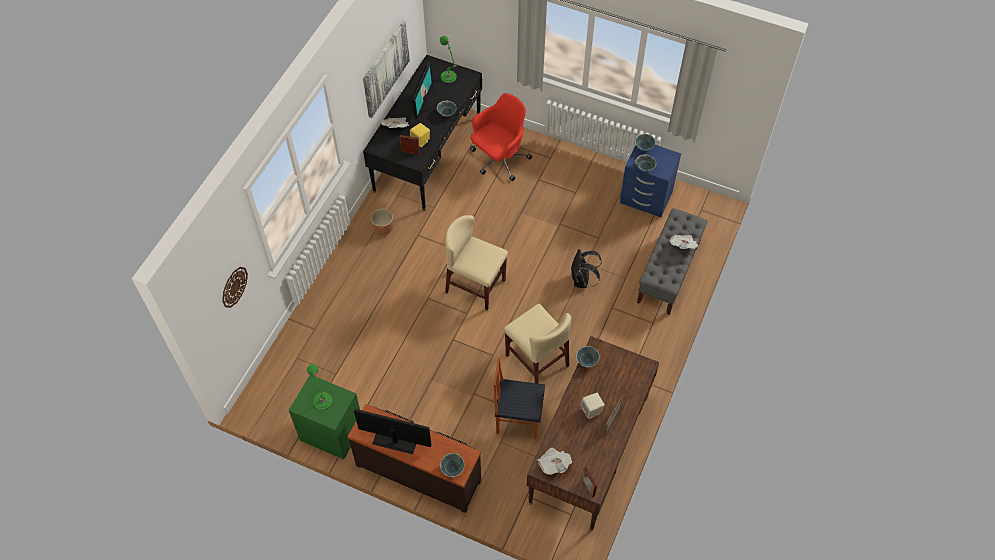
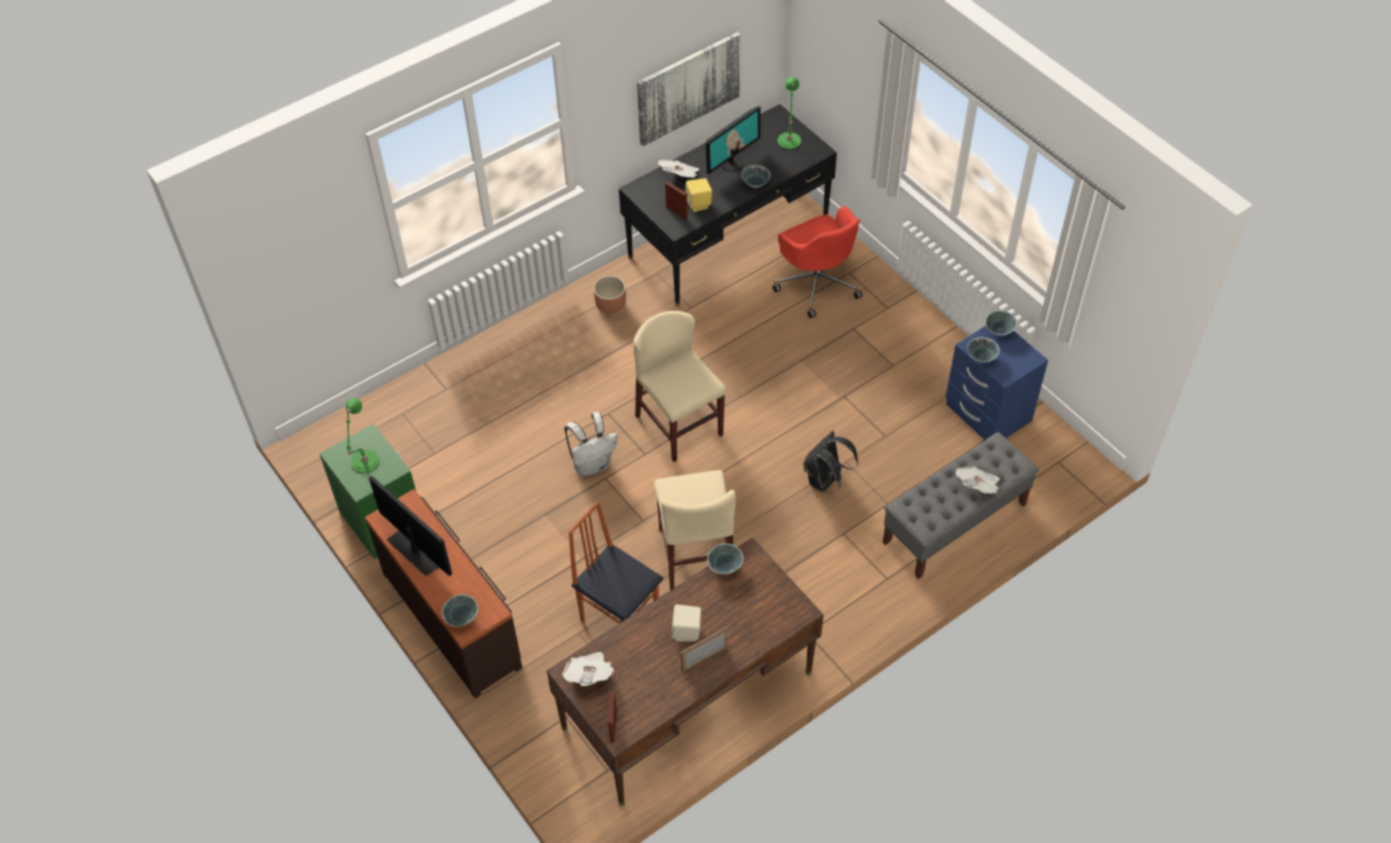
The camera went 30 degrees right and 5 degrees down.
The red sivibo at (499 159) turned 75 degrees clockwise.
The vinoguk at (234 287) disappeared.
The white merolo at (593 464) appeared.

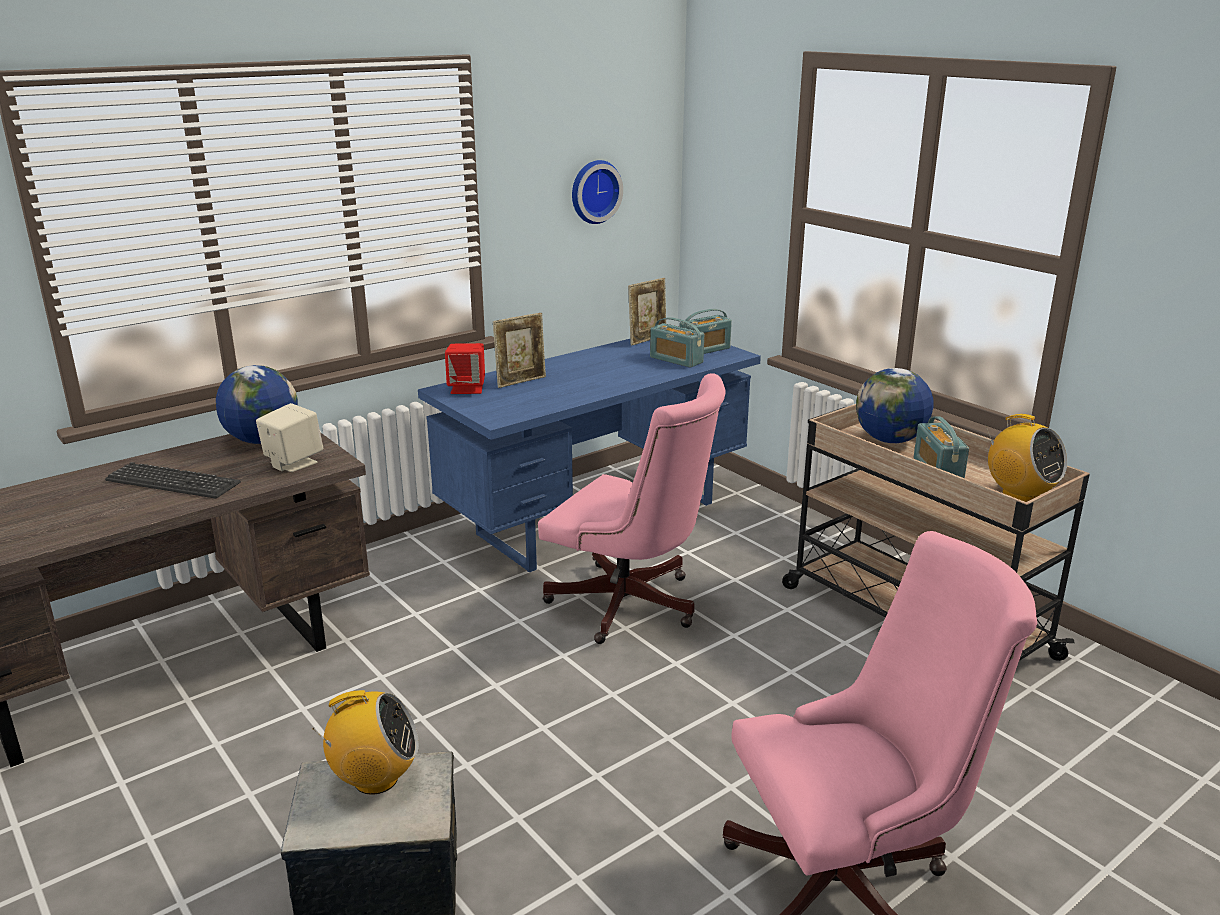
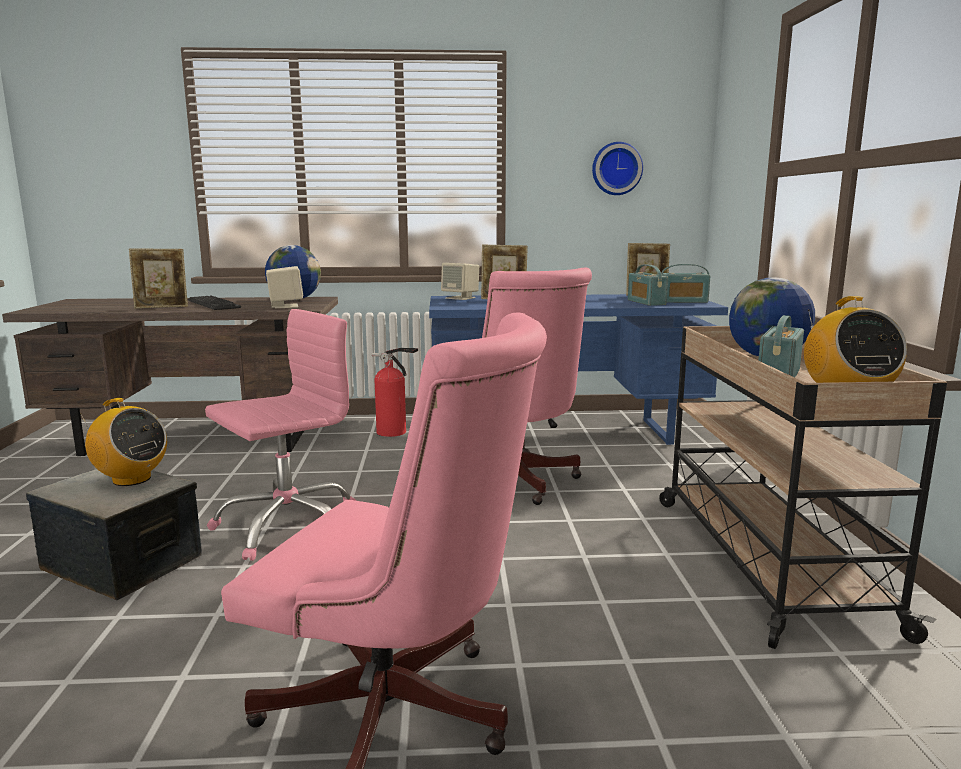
The camera went 35 degrees right and 10 degrees down.
The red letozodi at (467 389) became the beige letozodi at (461 298).
The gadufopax at (162 307) appeared.
The pink sivibo at (288 525) appeared.
The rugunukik at (394 432) appeared.

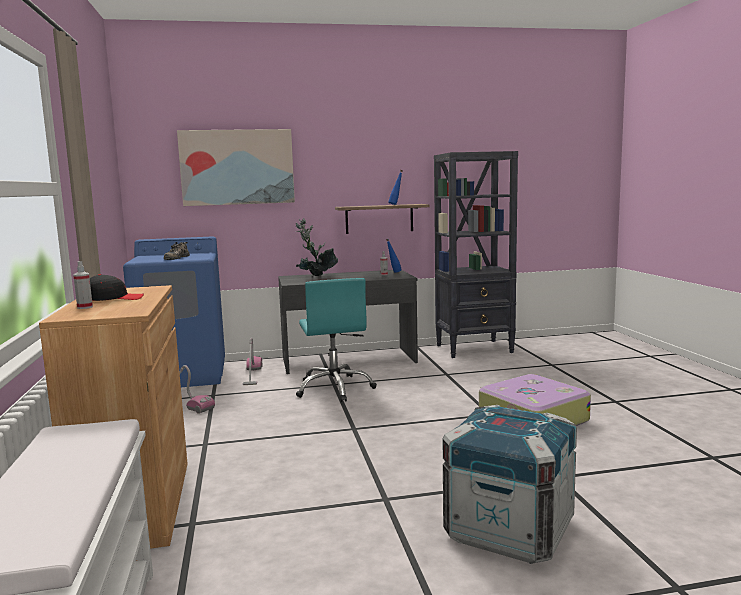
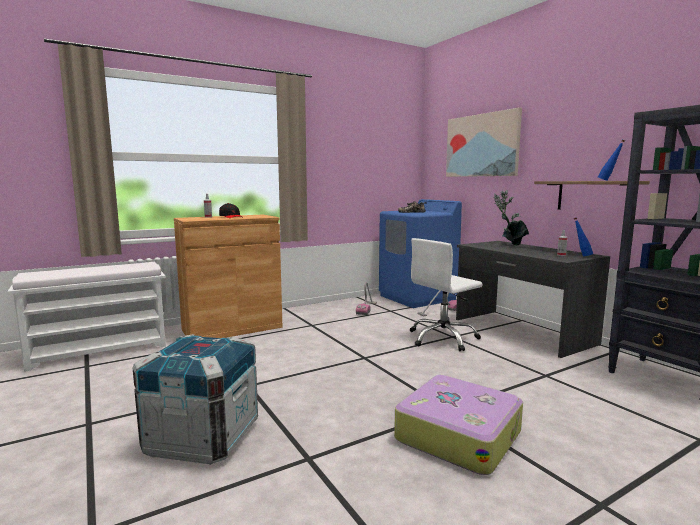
The camera went 70 degrees right and 0 degrees up.
The turquoise sivibo at (335 388) became the white sivibo at (443 338).

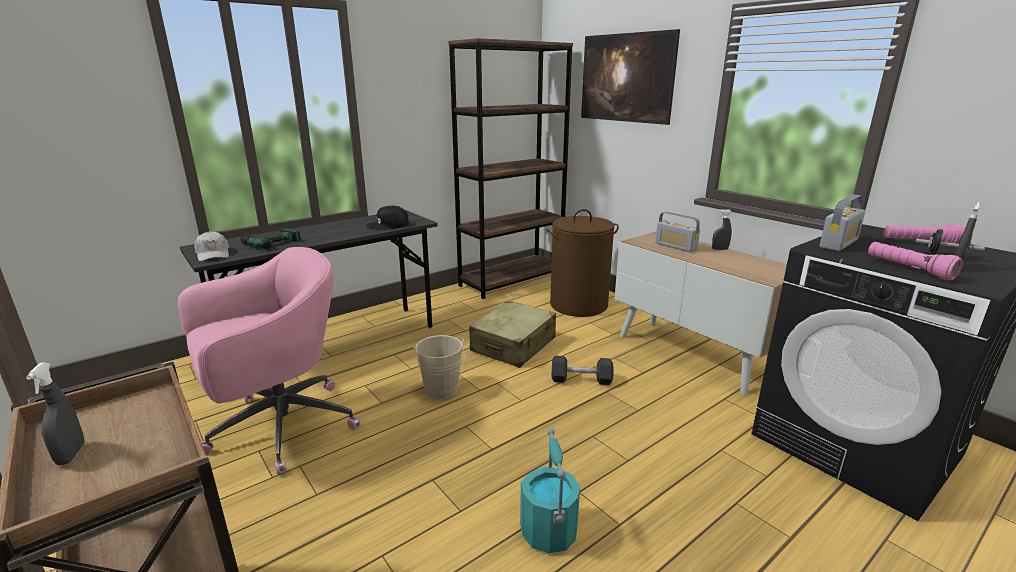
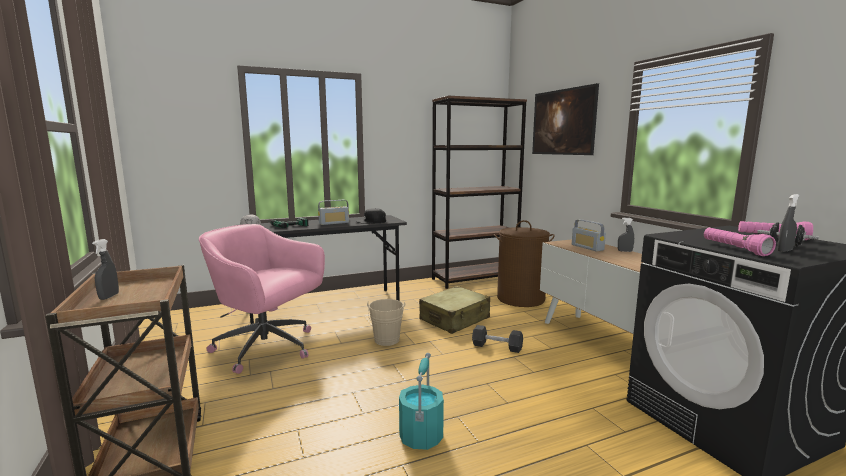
The camera went 15 degrees right and 10 degrees down.
The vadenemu moved from (838 243) to (334 223).
The pink sivibo at (279 428) turned 135 degrees counterclockwise.

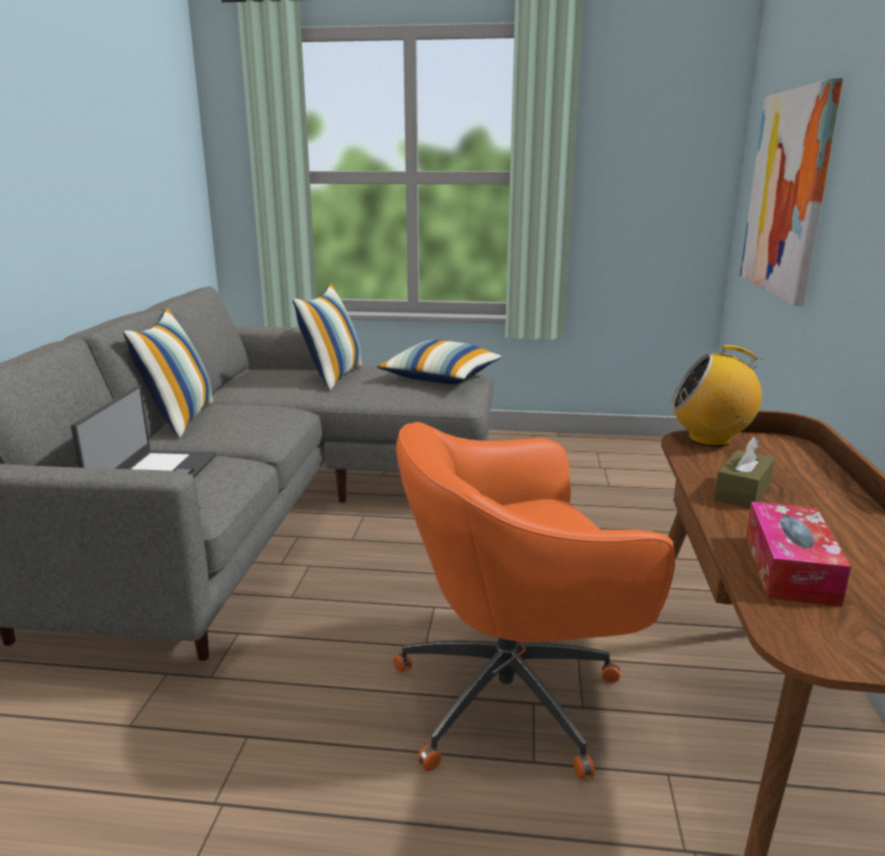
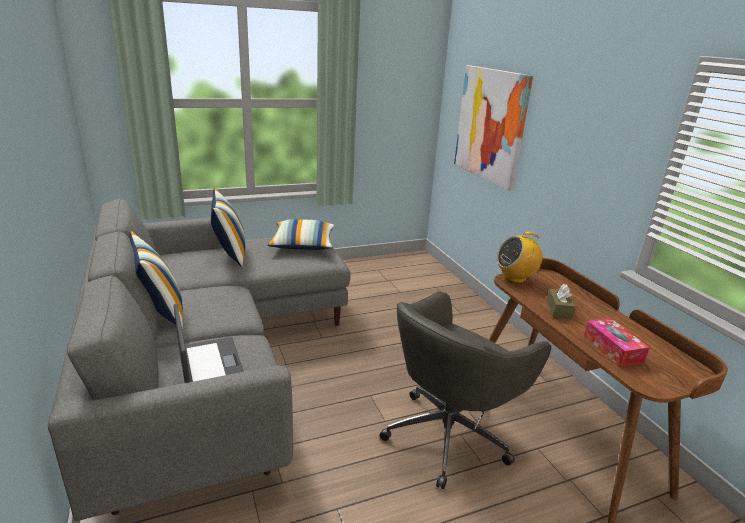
The camera went 30 degrees left and 5 degrees up.
The orange sivibo at (514 696) became the grey sivibo at (449 434).

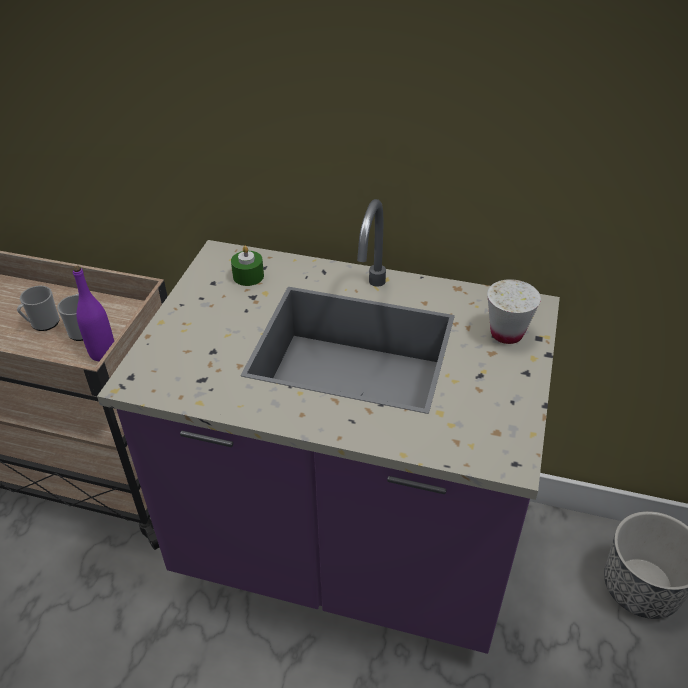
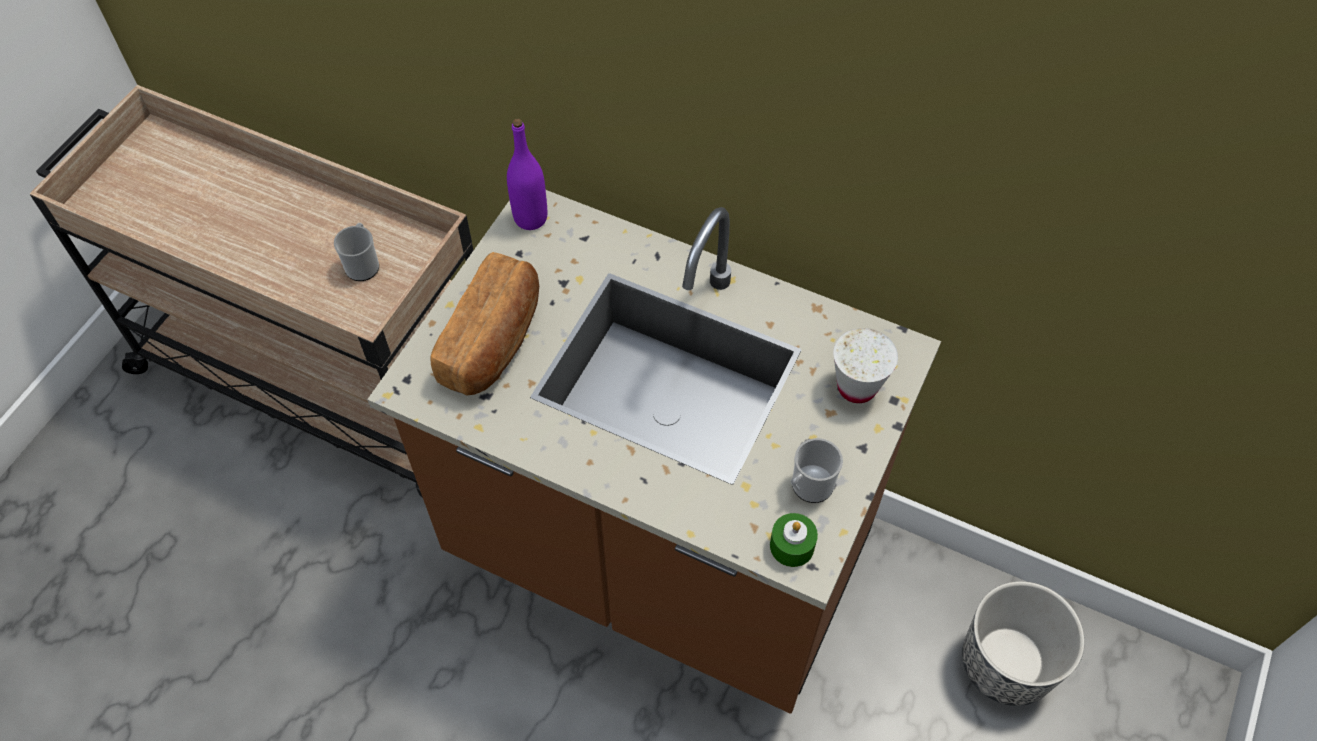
The camera went 10 degrees right and 15 degrees up.
The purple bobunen at (345 550) became the brown bobunen at (658 553).
The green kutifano moved from (248 276) to (792 546).
The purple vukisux moved from (103 353) to (530 218).
The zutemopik moved from (42 324) to (808 487).
The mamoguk at (494 341) appeared.

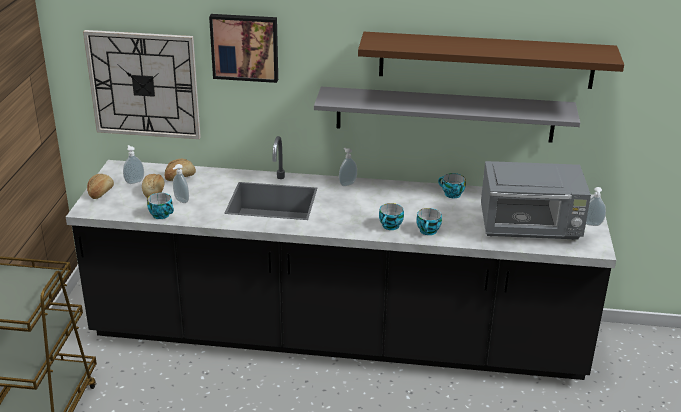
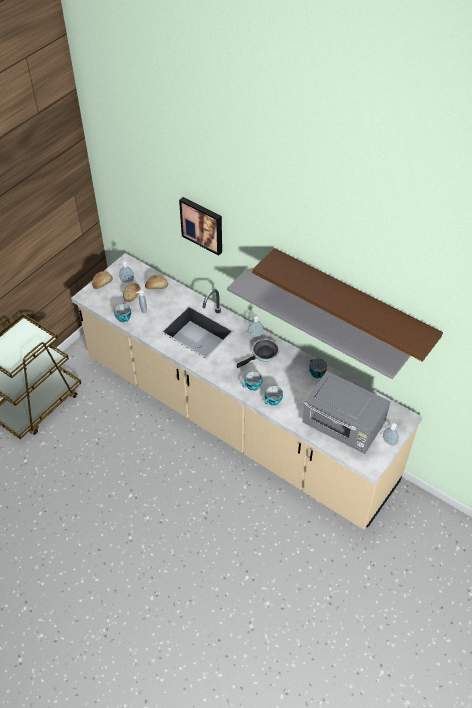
The camera went 30 degrees right and 20 degrees up.
The vinoguk at (144 84) disappeared.
The black bobunen at (338 335) became the beige bobunen at (236 420).
The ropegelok at (263 354) appeared.

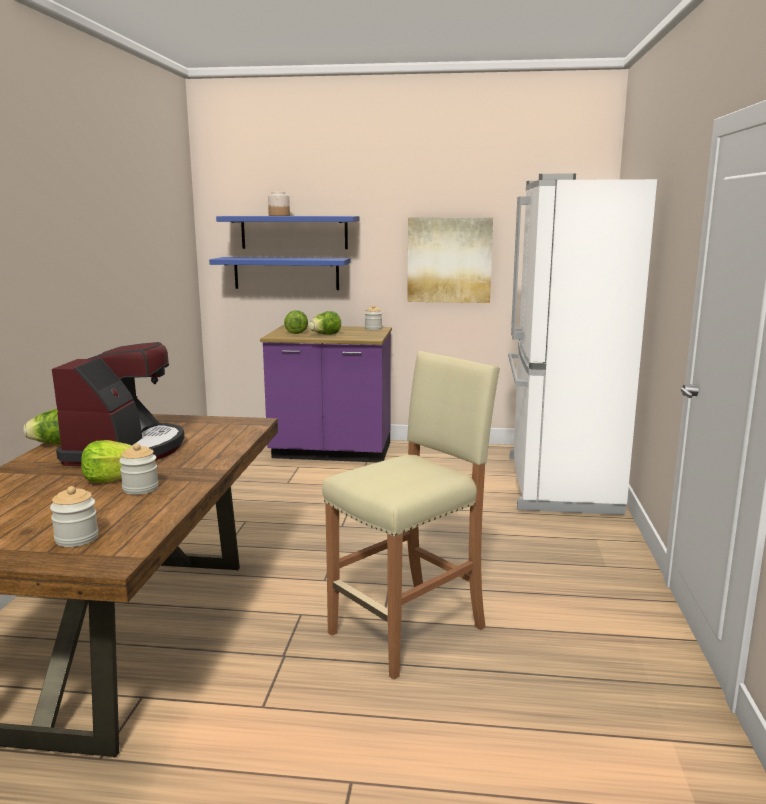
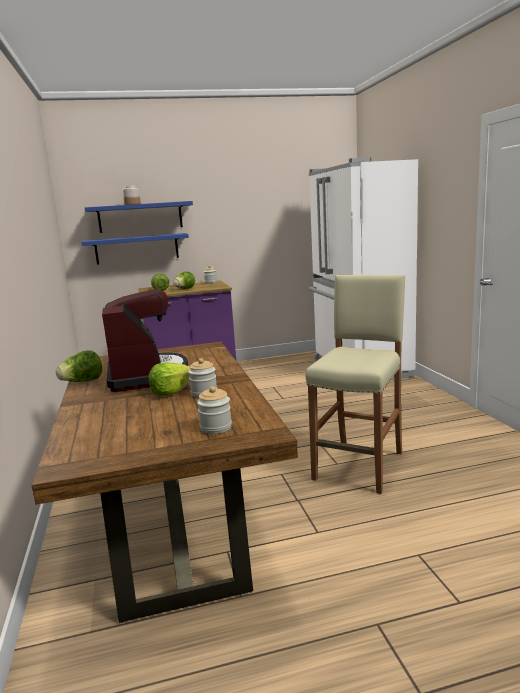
The camera went 20 degrees left and 0 degrees up.
The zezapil at (449 260) disappeared.

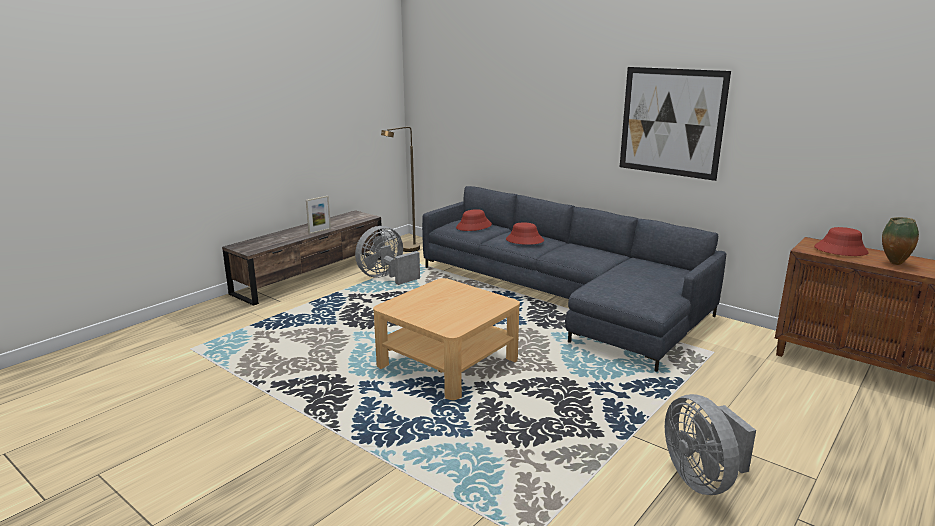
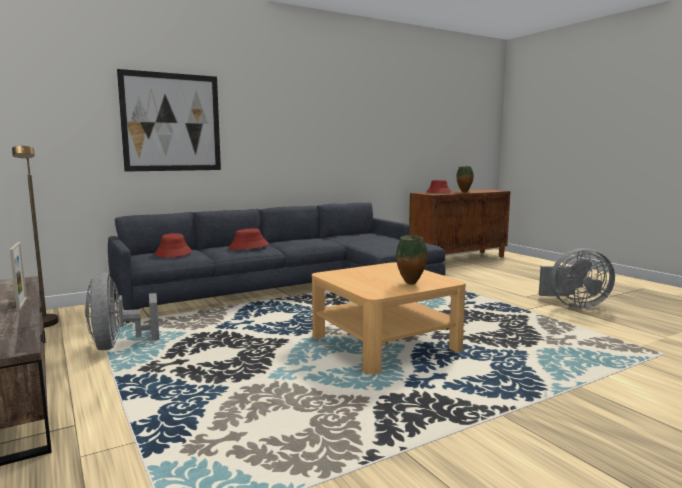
The camera went 70 degrees left and 10 degrees down.
The zezapil moved from (671 122) to (171 122).
The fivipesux at (411 284) appeared.

